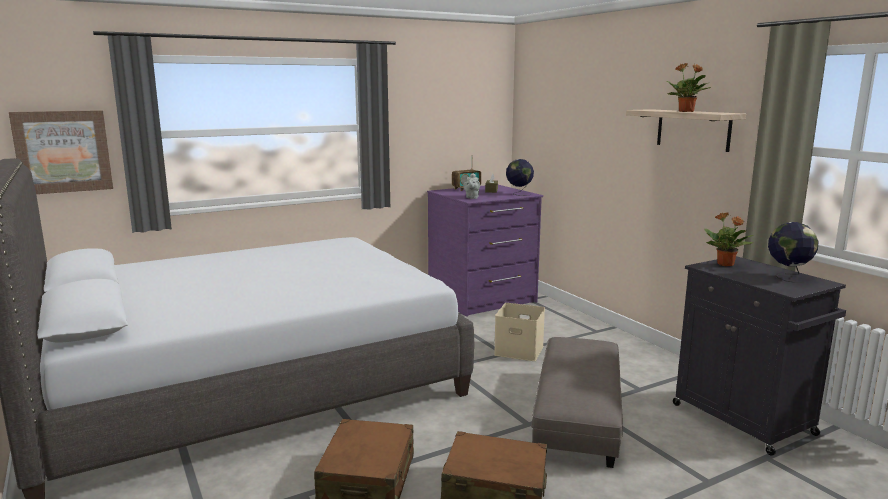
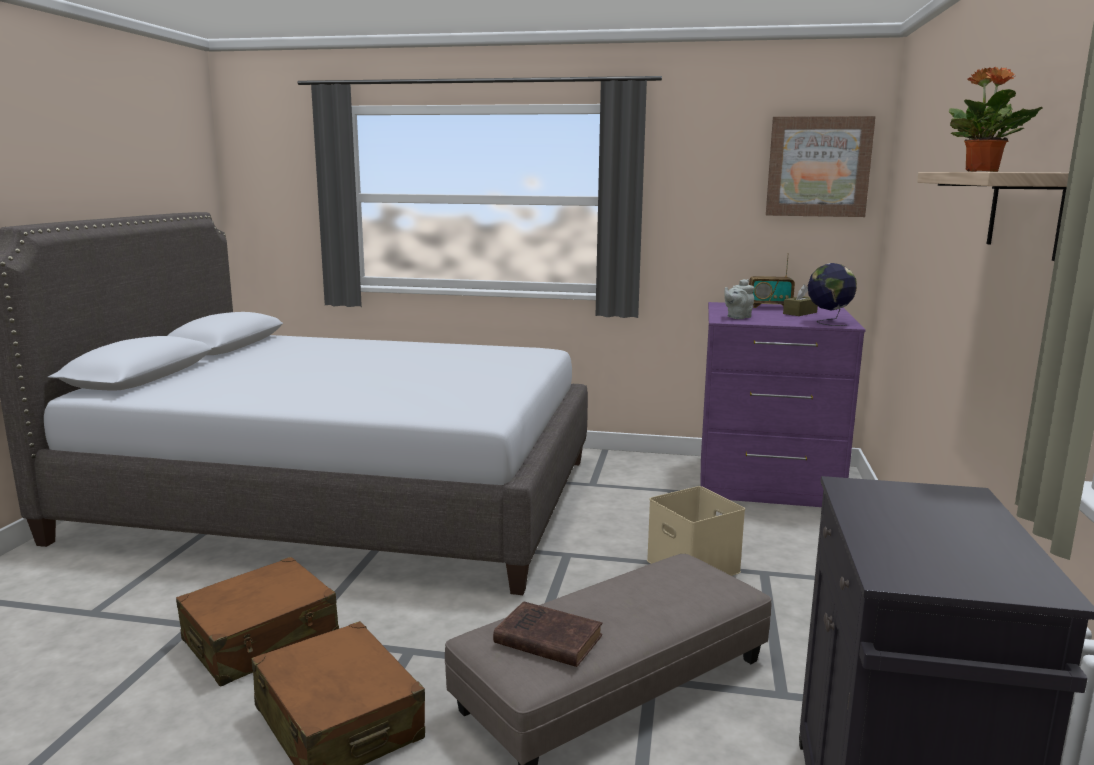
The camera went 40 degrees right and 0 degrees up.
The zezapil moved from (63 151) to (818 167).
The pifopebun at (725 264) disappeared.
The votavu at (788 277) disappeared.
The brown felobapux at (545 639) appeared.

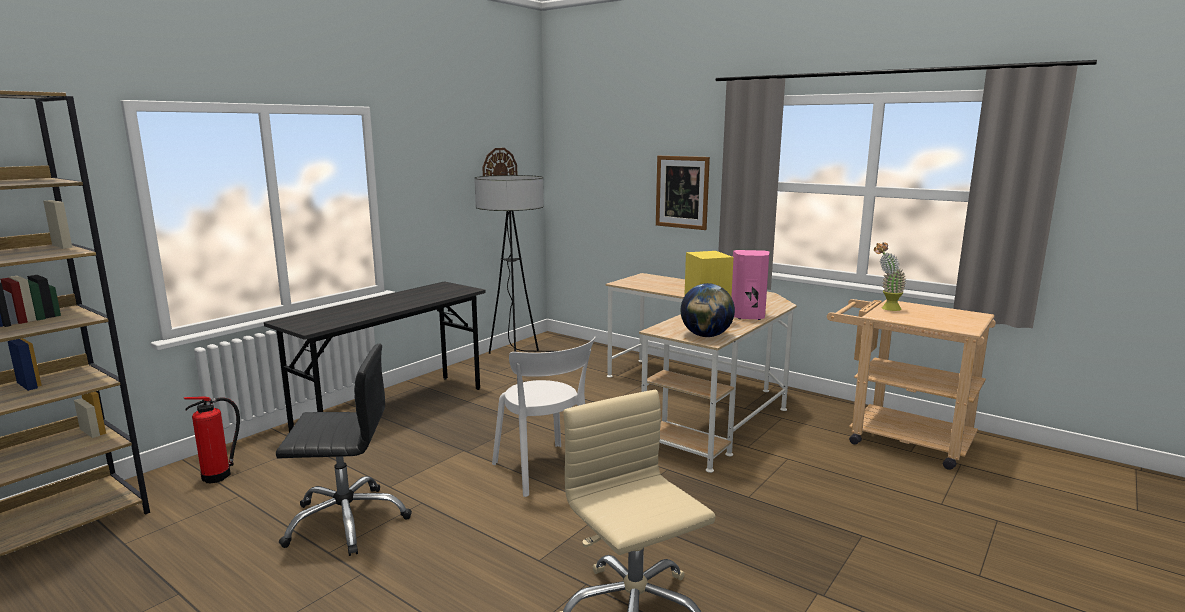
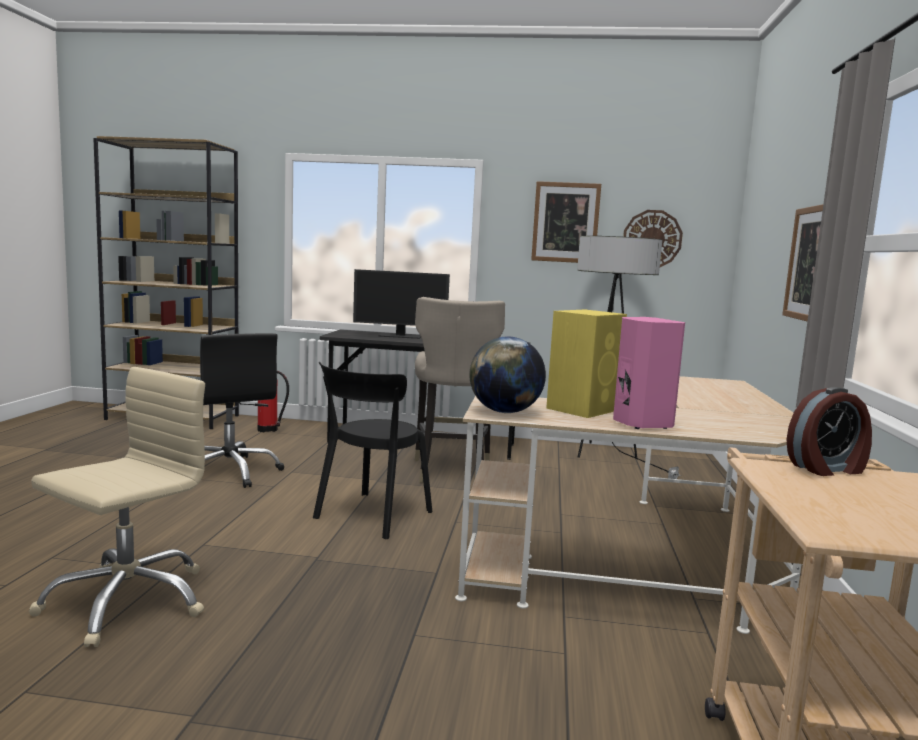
The camera went 60 degrees right and 5 degrees down.
The pifopebun at (885 308) was replaced by the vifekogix at (827 469).
The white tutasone at (546 471) became the black tutasone at (370 516).
The zezapil at (565 222) appeared.
The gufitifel at (401 336) appeared.
The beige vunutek at (451 471) appeared.

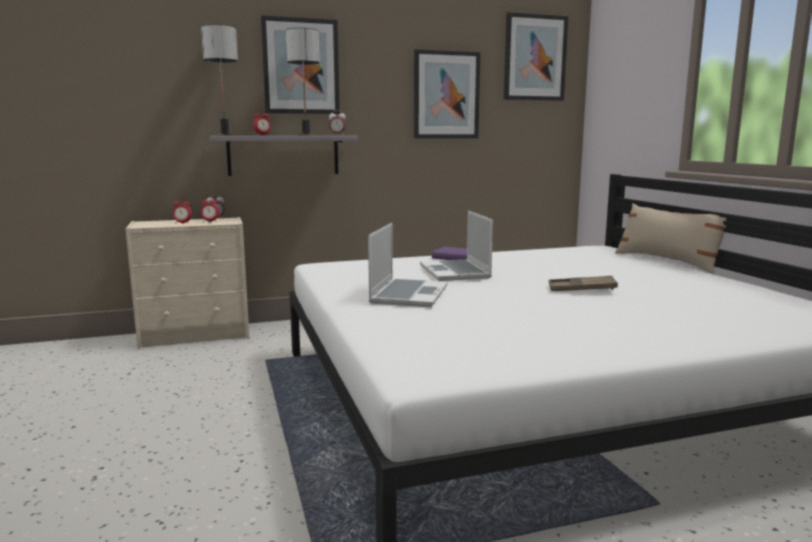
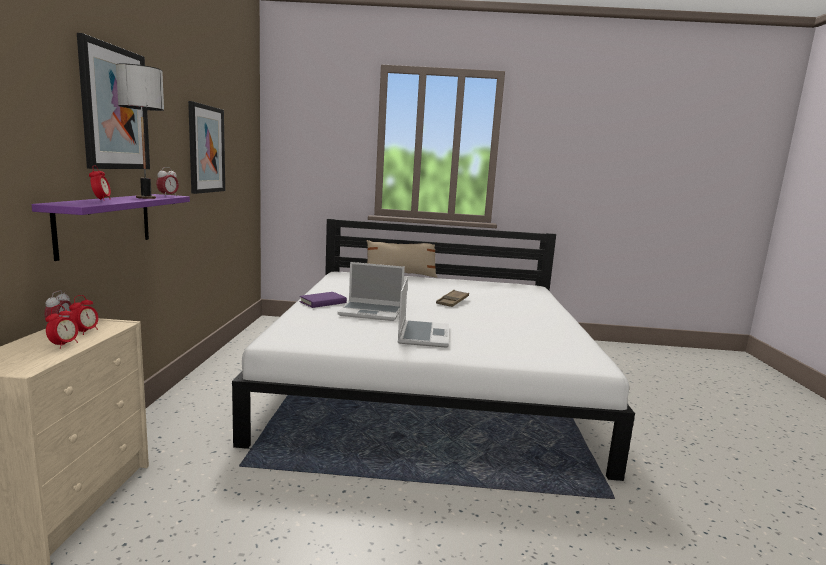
The camera went 70 degrees left and 0 degrees up.
The zezapil at (534 58) disappeared.
The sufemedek at (225 135) disappeared.
The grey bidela at (283 155) became the purple bidela at (105 223).
The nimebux at (408 295) turned 60 degrees clockwise.

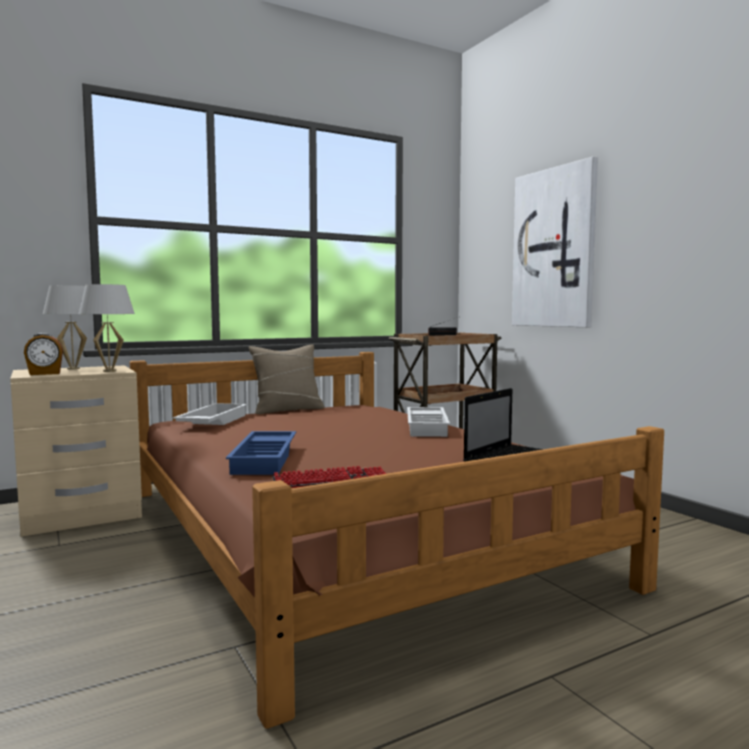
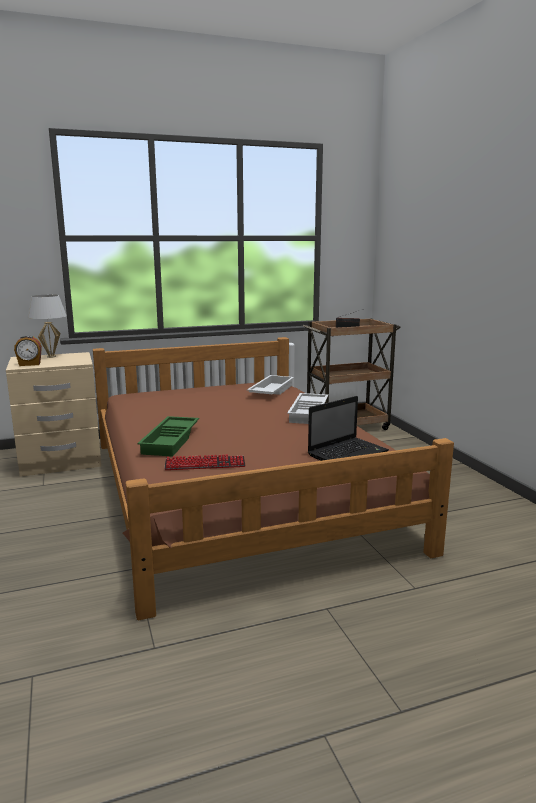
The camera went 10 degrees right and 10 degrees up.
The zezapil at (554 248) disappeared.
The white sufemedek at (110 371) disappeared.
The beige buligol at (287 410) disappeared.
The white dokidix moved from (212 422) to (270 391).
The blue dokidix at (266 459) became the green dokidix at (171 441).

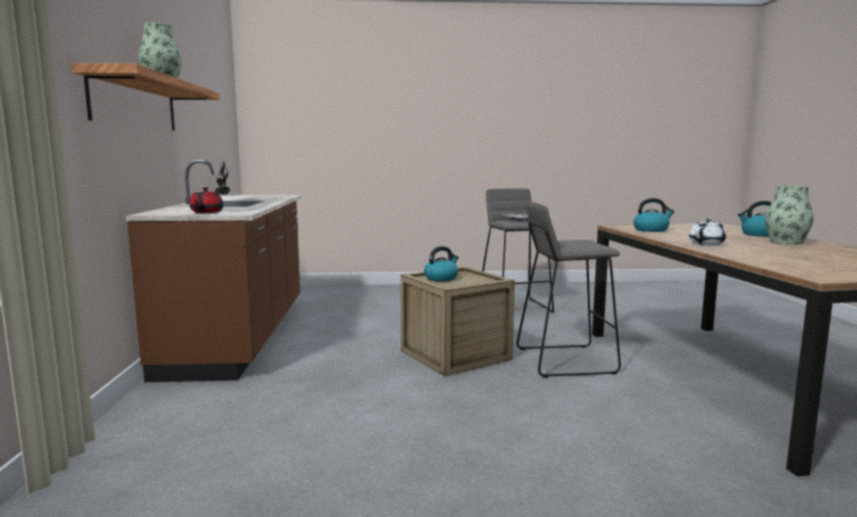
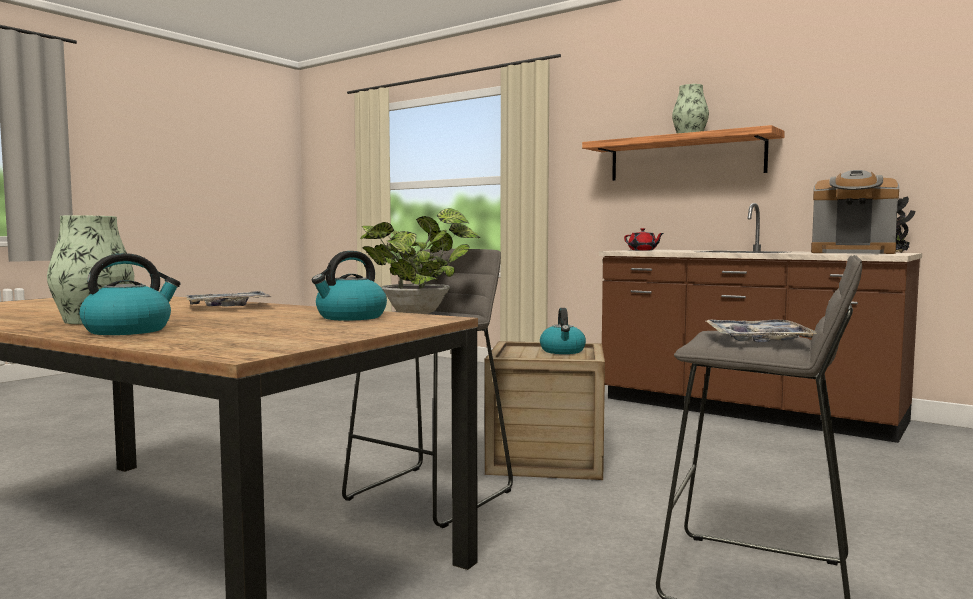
The camera went 130 degrees right and 5 degrees down.
The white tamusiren at (707 243) was replaced by the dokidix at (228 307).
The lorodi at (852 253) appeared.
The pifopebun at (421 313) appeared.

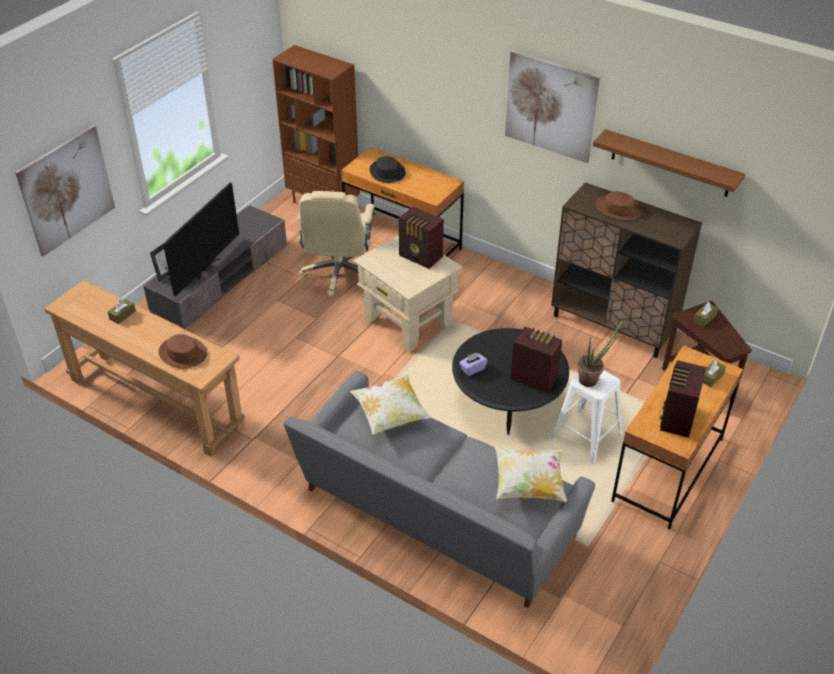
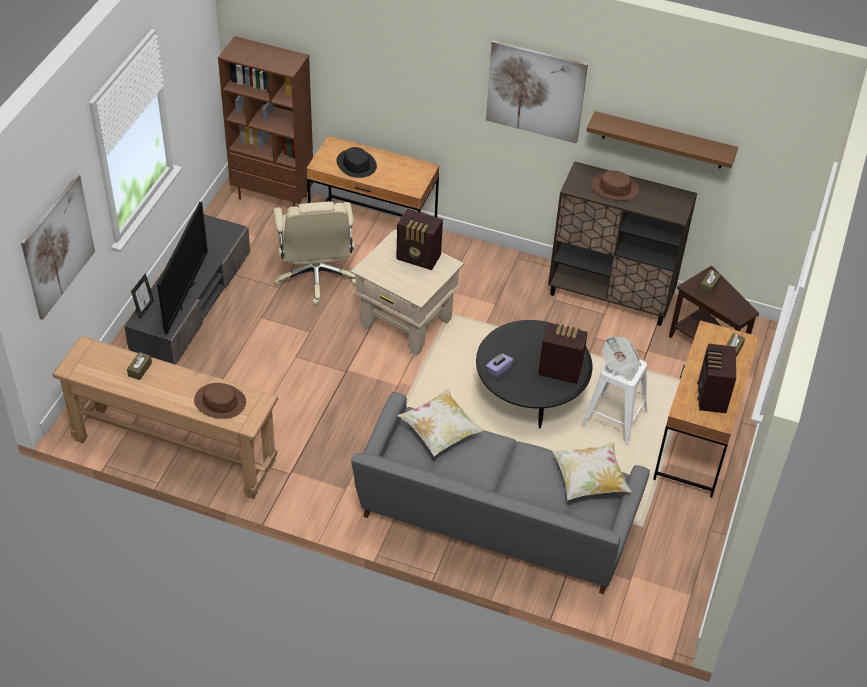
The camera went 15 degrees left and 5 degrees up.
The pifopebun at (591 379) was replaced by the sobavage at (620 366).

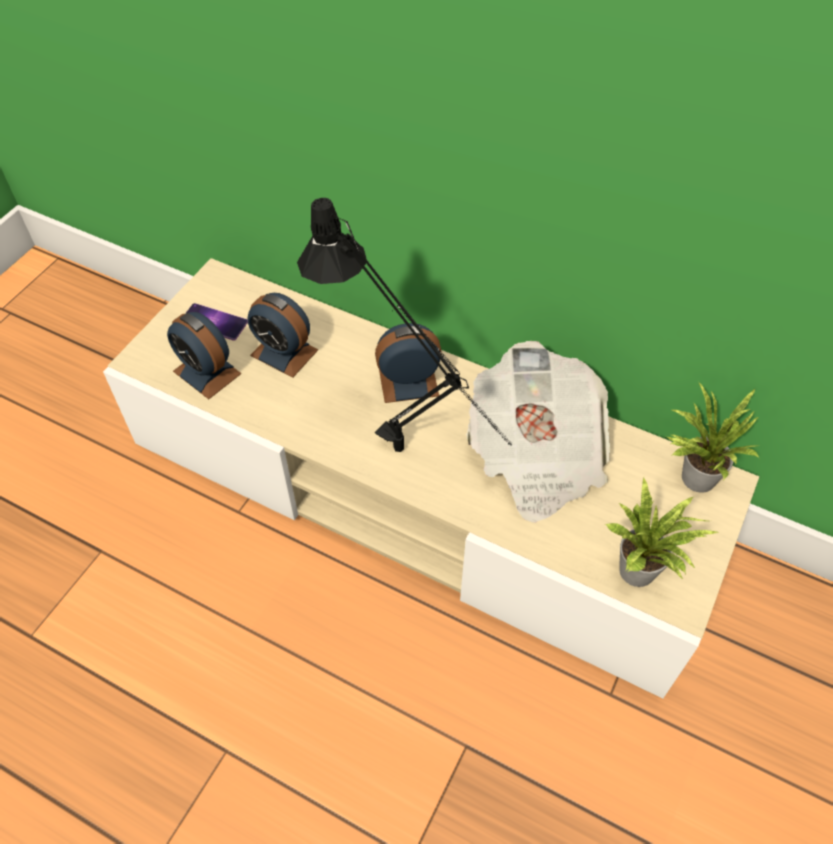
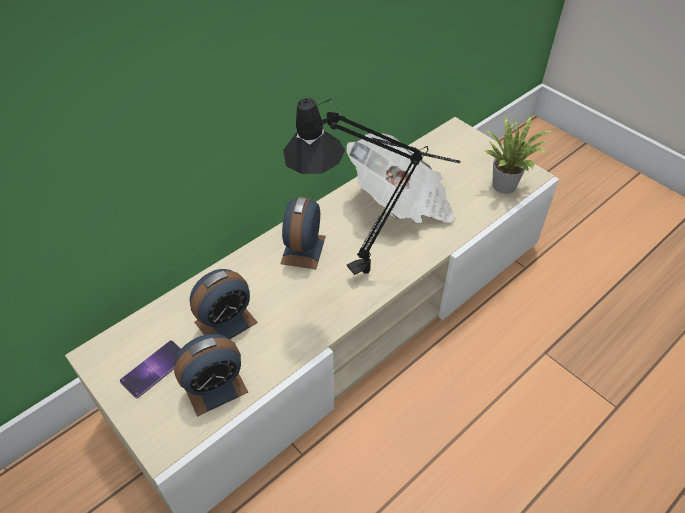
The camera went 70 degrees left and 5 degrees down.
The pifopebun at (693 475) disappeared.

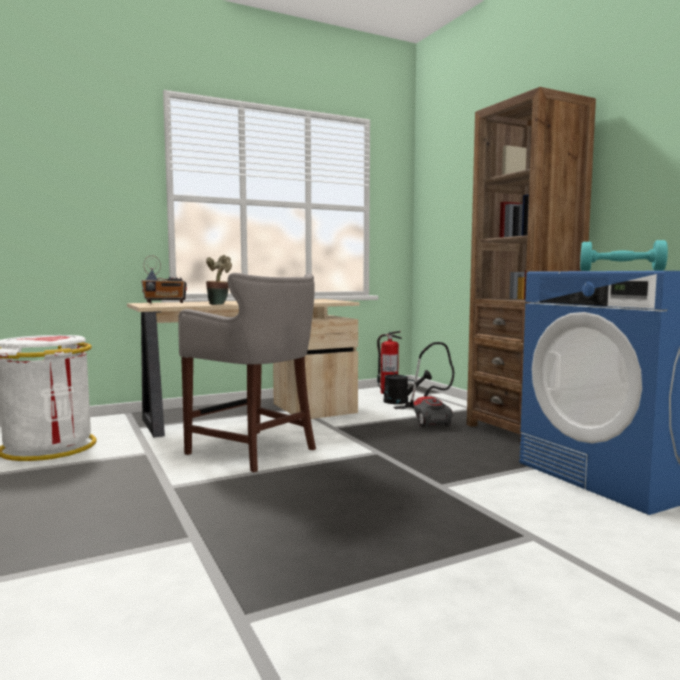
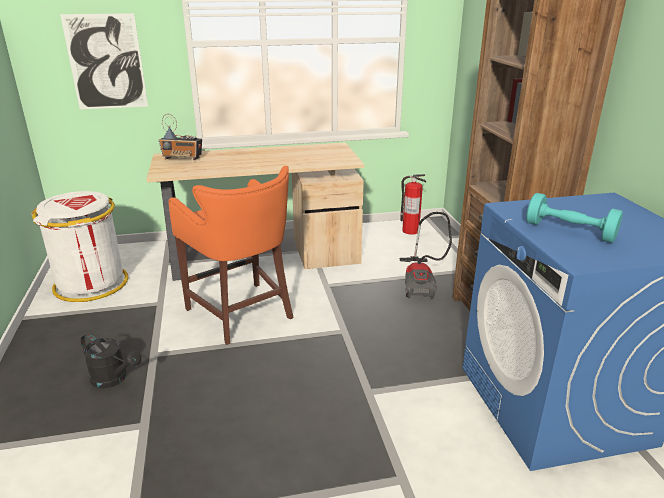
The camera went 15 degrees right and 20 degrees up.
The pifopebun at (219 304) disappeared.
The grey vunutek at (255 451) became the orange vunutek at (242 314).
The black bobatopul moved from (401 401) to (114 379).
The zezapil at (106 62) appeared.

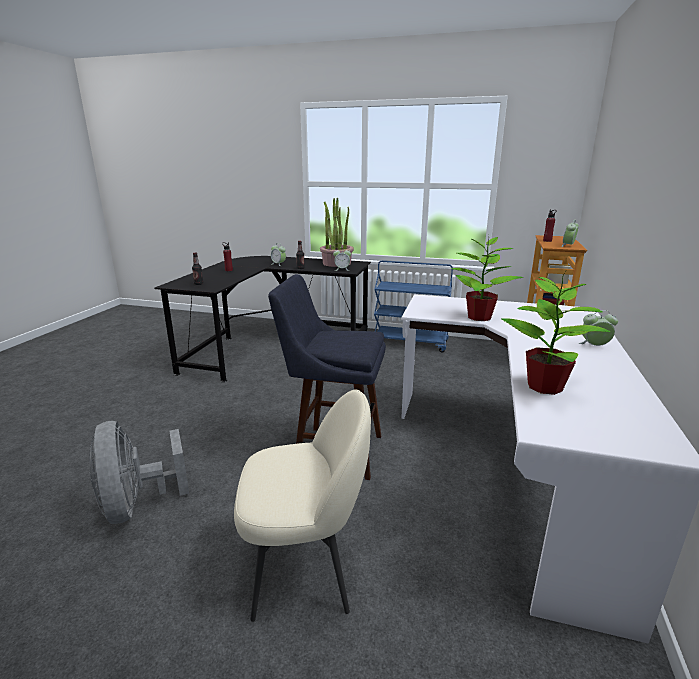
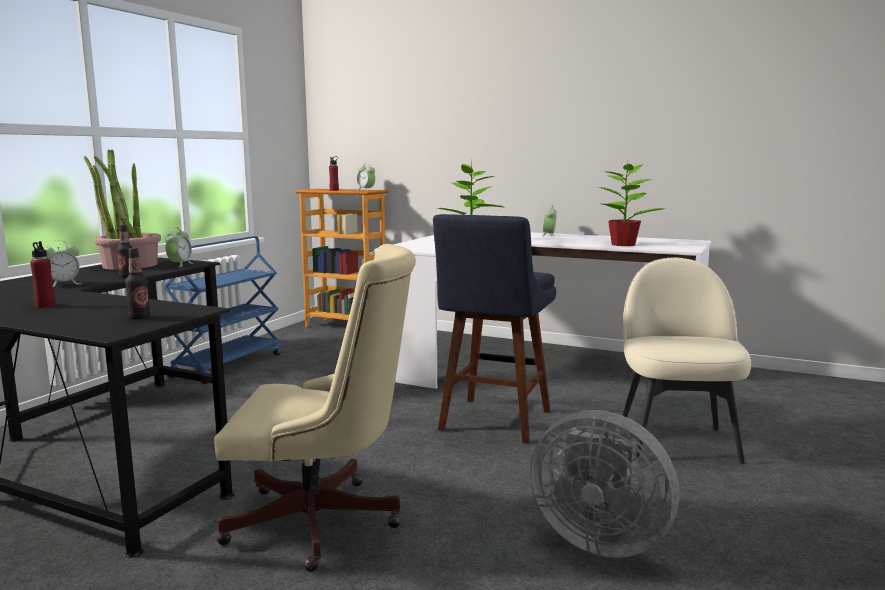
The camera went 80 degrees left and 10 degrees down.
The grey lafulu at (137 504) turned 45 degrees clockwise.
The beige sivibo at (324 523) appeared.

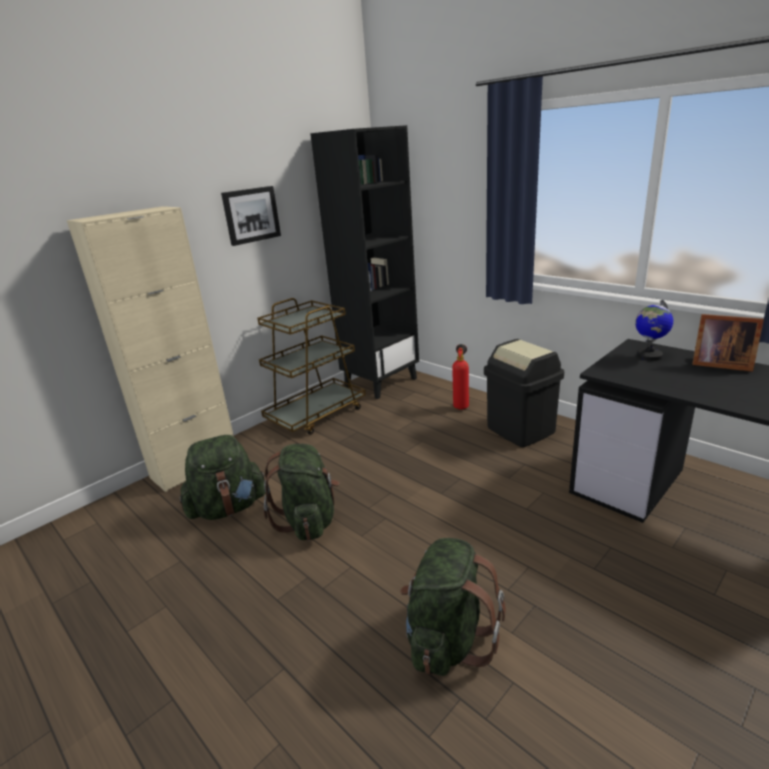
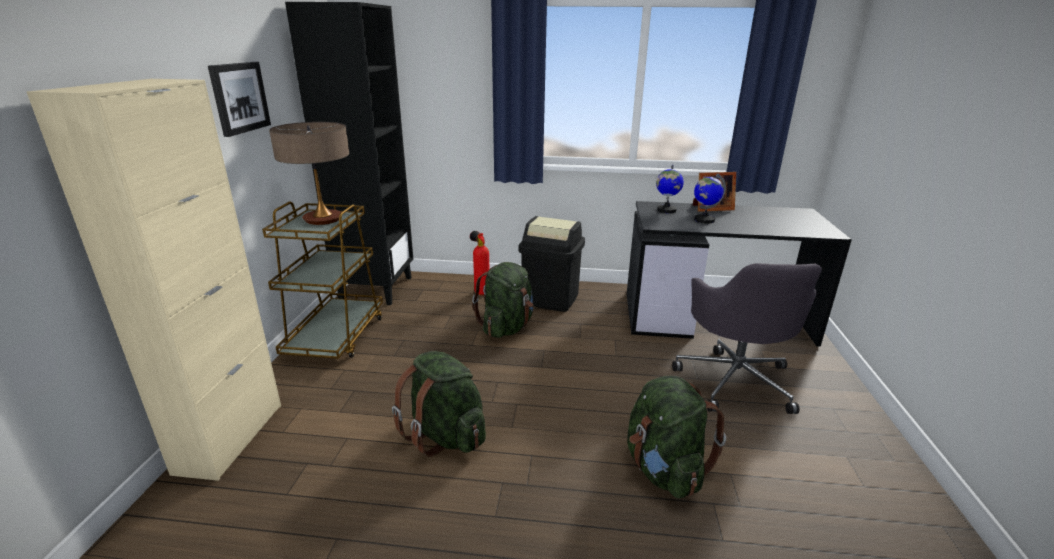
The camera went 40 degrees left and 0 degrees up.
The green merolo moved from (228 508) to (507 327).
The sufemedek at (323 219) appeared.
The votavu at (704 220) appeared.
The grey sivibo at (735 380) appeared.

